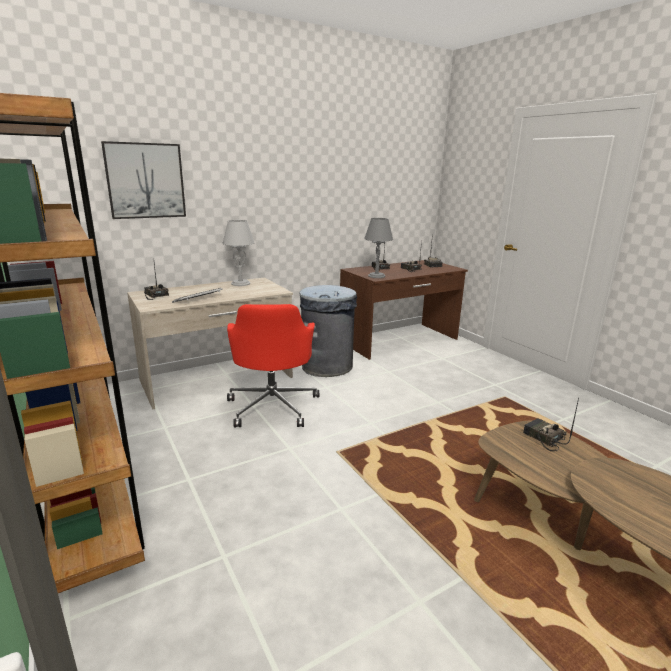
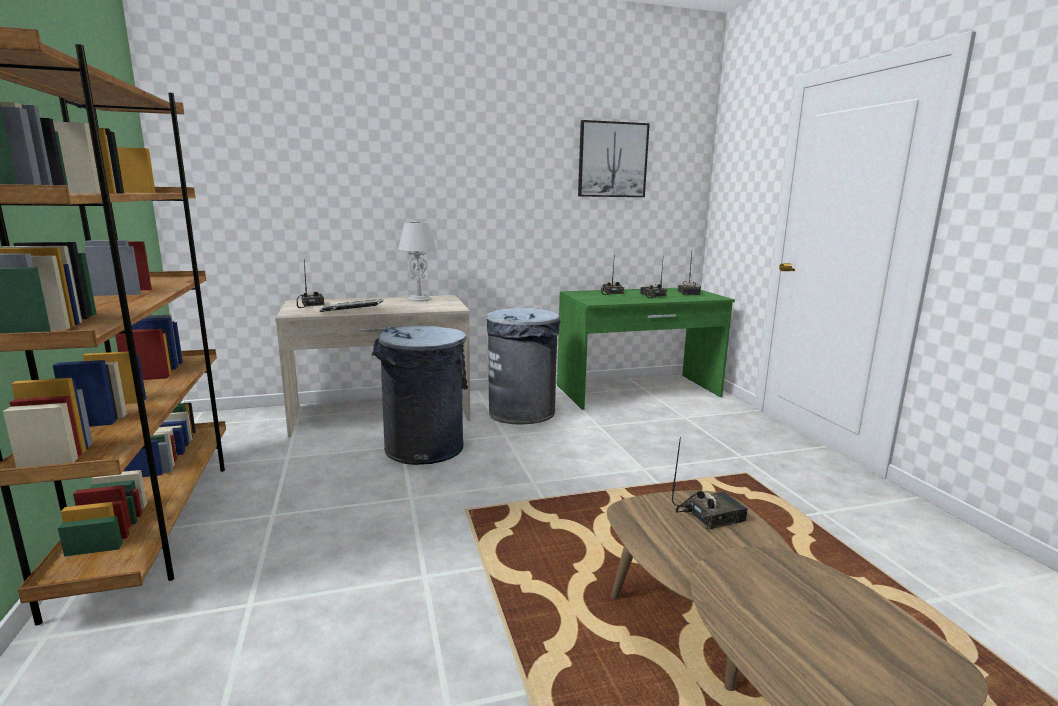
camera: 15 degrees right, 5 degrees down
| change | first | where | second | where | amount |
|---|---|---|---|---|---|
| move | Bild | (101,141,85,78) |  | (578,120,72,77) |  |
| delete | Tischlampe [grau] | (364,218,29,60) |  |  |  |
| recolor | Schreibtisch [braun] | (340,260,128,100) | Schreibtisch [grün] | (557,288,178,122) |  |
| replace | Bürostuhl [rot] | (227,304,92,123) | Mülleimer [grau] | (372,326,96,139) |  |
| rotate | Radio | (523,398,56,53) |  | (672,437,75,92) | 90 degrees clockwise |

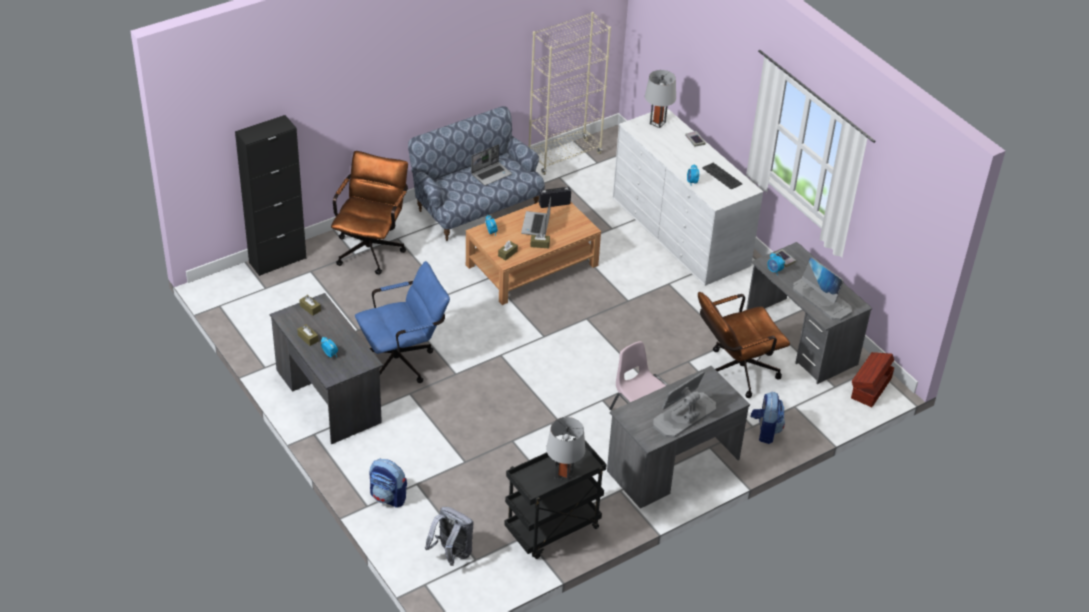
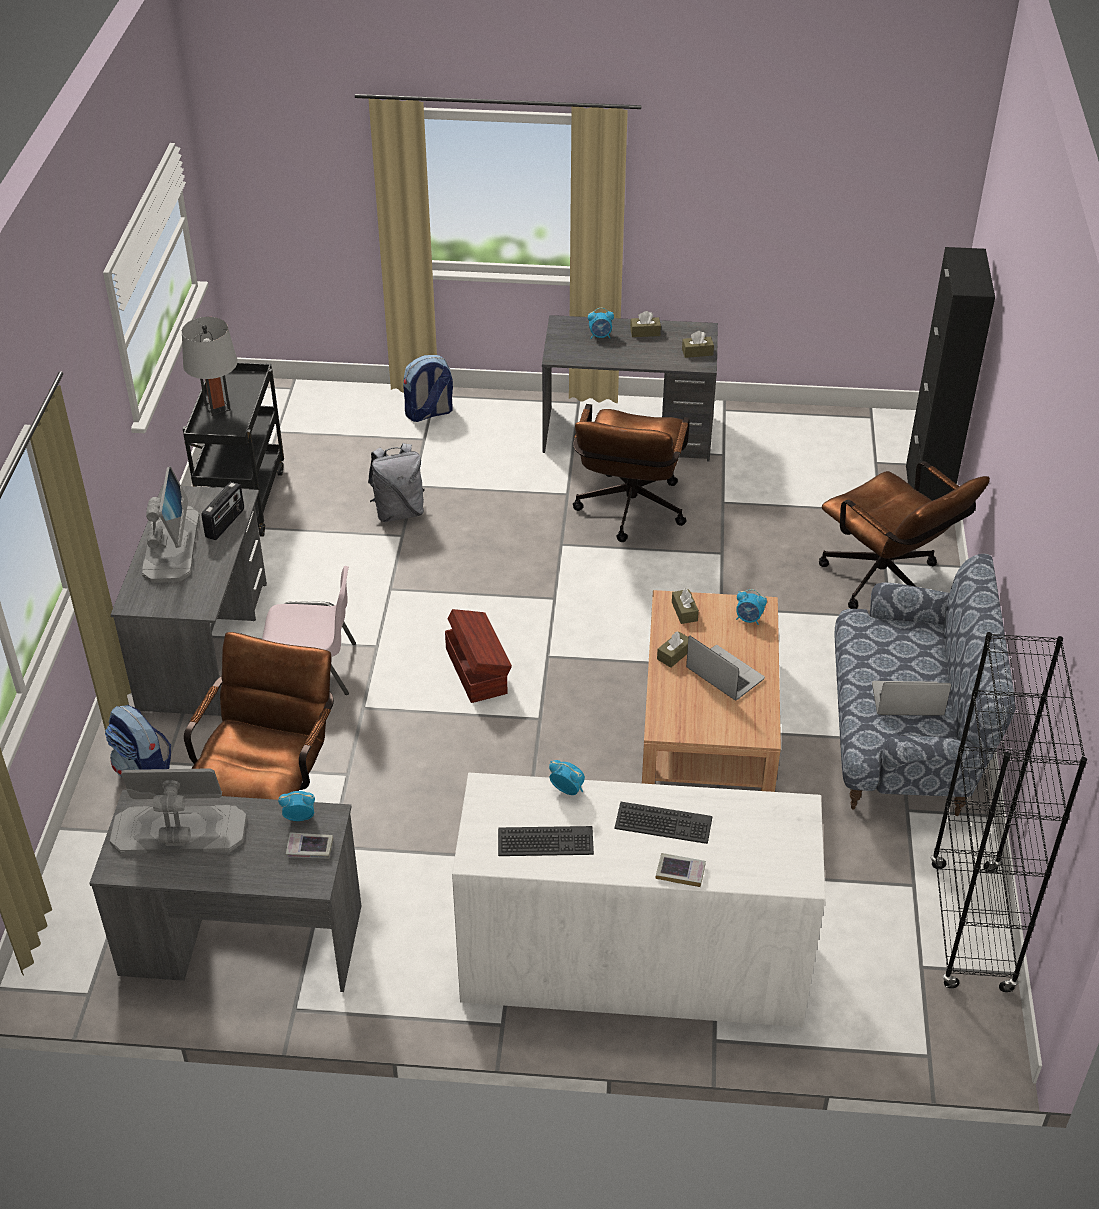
camera: 130 degrees right, 0 degrees up
| change | first | where | second | where | amount |
|---|---|---|---|---|---|
| recolor | Bücherregal [beige] | (529,12,82,163) | Bücherregal [schwarz] | (931,632,156,360) |  |
| delete | Tischlampe [grau] | (645,70,31,58) |  |  |  |
| rotate | Laptop | (471,144,41,42) |  | (872,681,79,35) | 90 degrees clockwise |
| move | Radio | (539,187,32,21) |  | (201,482,43,58) |  |
| recolor | Bürostuhl [blau] | (355,261,95,122) | Bürostuhl [braun] | (573,404,117,138) |  |
| move | Aufbewahrungsbox [braun] | (851,352,44,55) |  | (445,609,67,94) |  |
| move | Rucksack [grau] | (425,507,49,59) |  | (368,443,57,79) |  |
| insert |  |  | Tastatur | (614,802,98,42) |  |

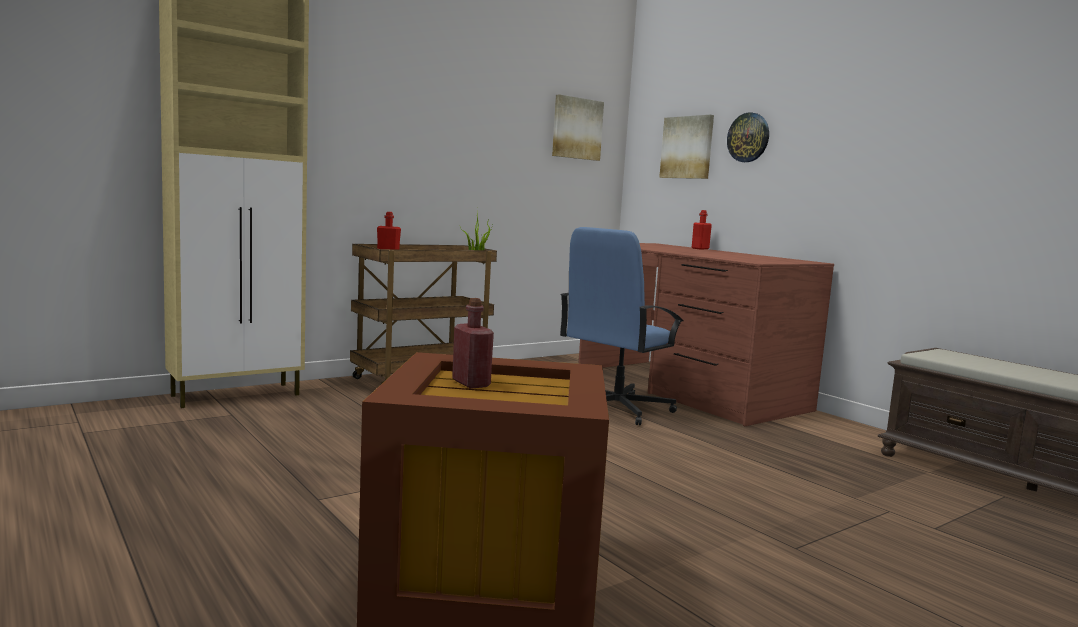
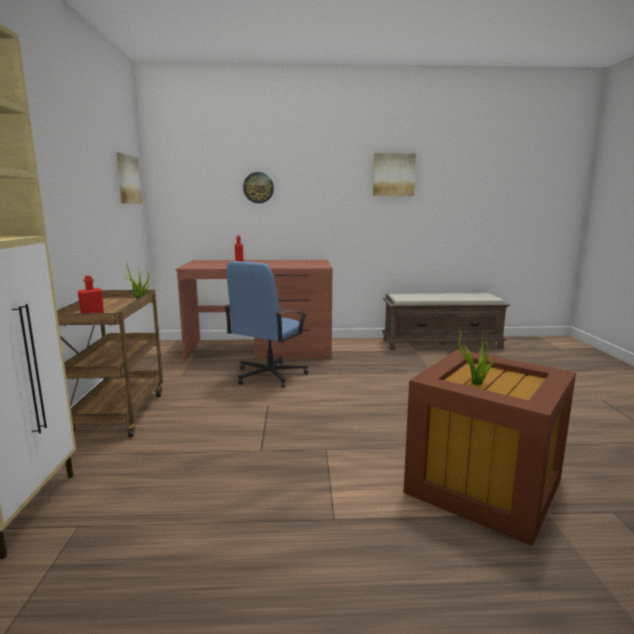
camera: 55 degrees left, 5 degrees up
| change | first | where | second | where | amount |
|---|---|---|---|---|---|
| move | Bild | (659,115,55,64) |  | (373,153,43,43) |  |
| rotate | Bürostuhl [blau] | (560,227,123,198) |  | (224,261,85,127) | 45 degrees clockwise |
| replace | Flasche [rot] | (452,298,42,91) | Topfpflanze | (456,324,39,61) |  |

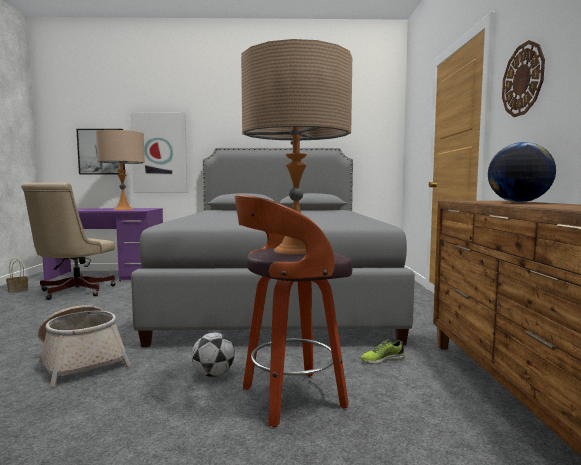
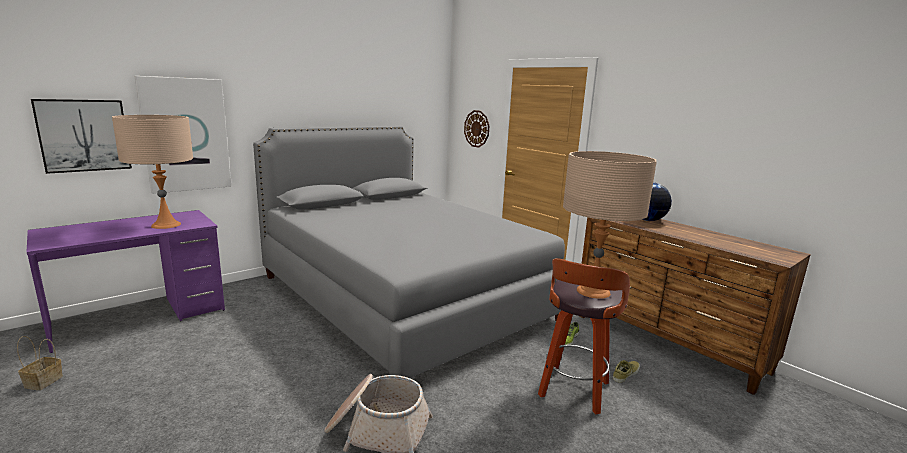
camera: 40 degrees left, 10 degrees up
| change | first | where | second | where | amount |
|---|---|---|---|---|---|
| move | Wanduhr | (502,40,43,77) |  | (464,110,25,38) |  |
| delete | Bürostuhl [beige] | (21,183,95,117) |  |  |  |
| delete | Fußball | (192,333,43,44) |  |  |  |
| insert |  |  | Schuh [beige] | (613,360,27,23) |  |

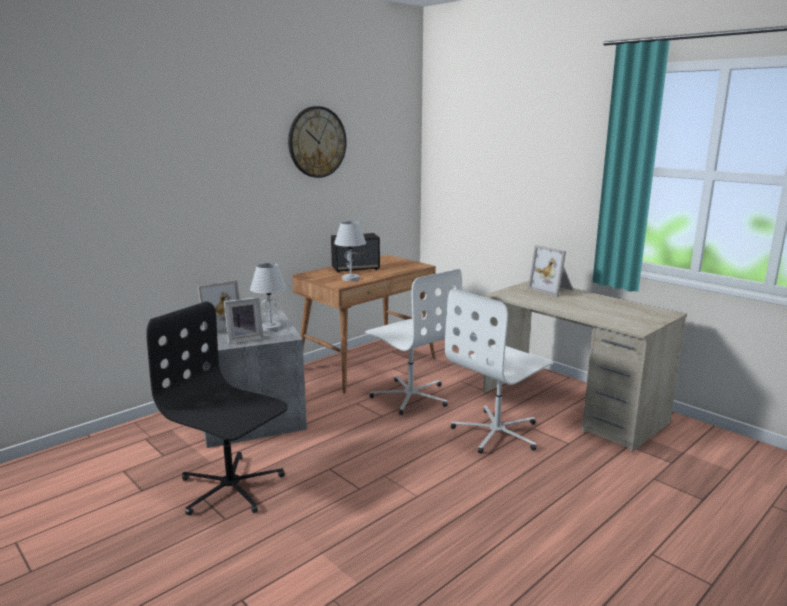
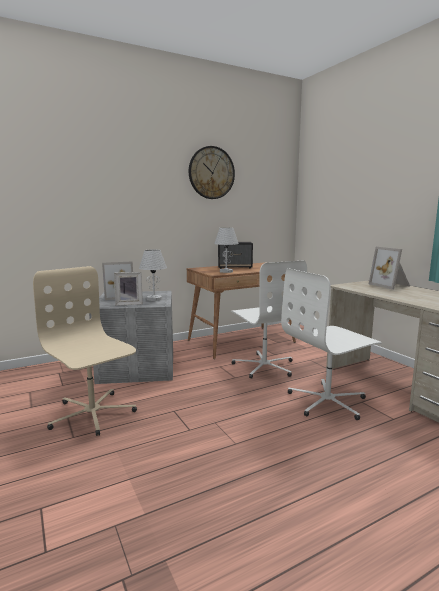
camera: 15 degrees right, 5 degrees down
| change | first | where | second | where | amount |
|---|---|---|---|---|---|
| recolor | Bürostuhl [schwarz] | (146,301,142,214) | Bürostuhl [beige] | (33,266,104,170) |  |

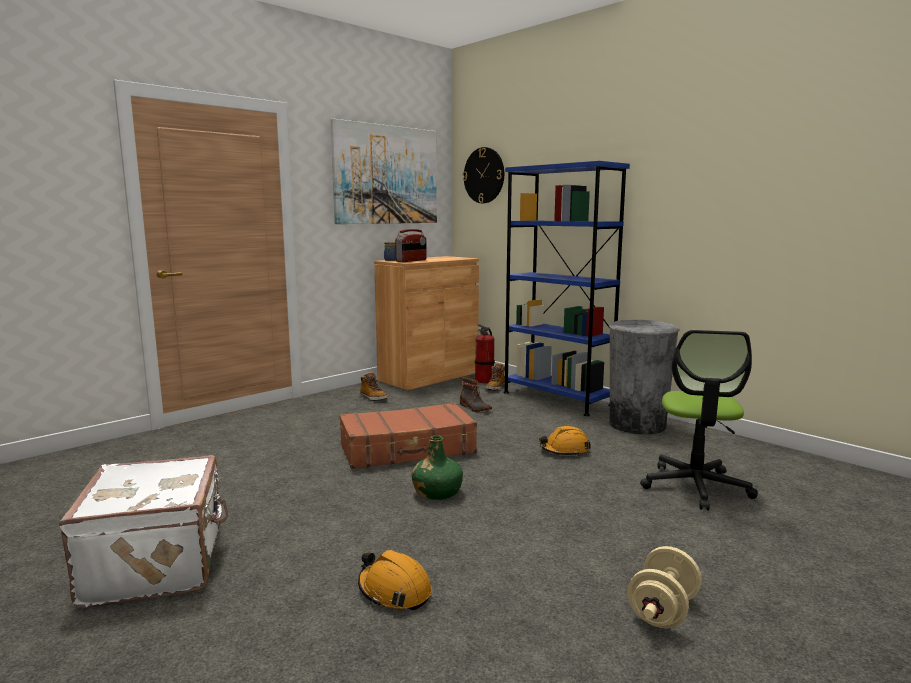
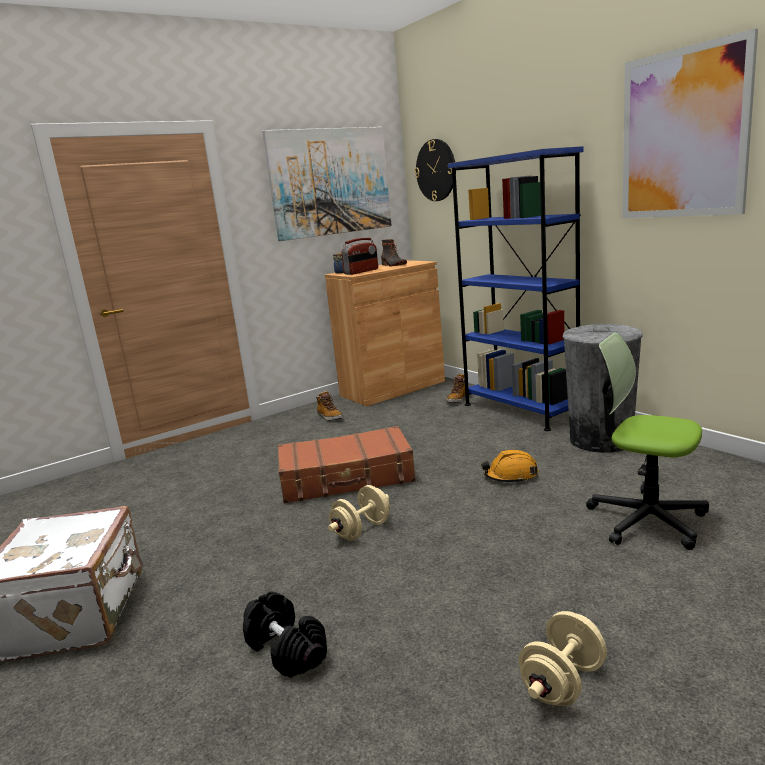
camera: 10 degrees right, 5 degrees up
| change | first | where | second | where | amount |
|---|---|---|---|---|---|
| delete | Feuerlöscher | (475,324,20,59) |  |  |  |
| rotate | Bürostuhl | (640,330,118,180) |  | (586,332,123,218) | 105 degrees clockwise |
| move | Stiefel | (460,377,32,35) |  | (381,239,26,28) |  |
| replace | Flasche [grün] | (412,435,51,65) | Hantel [beige] | (328,485,62,55) |  |
| replace | Schutzhelm [orange] | (358,550,74,60) | Hantel [schwarz] | (243,591,84,87) |  |
| insert |  |  | Bild | (622,28,136,190) |  |

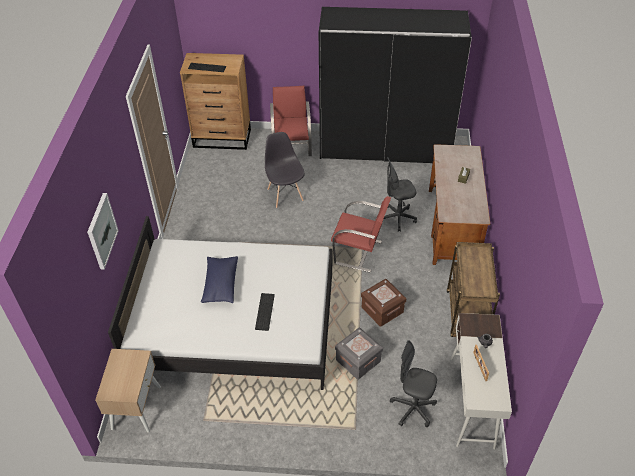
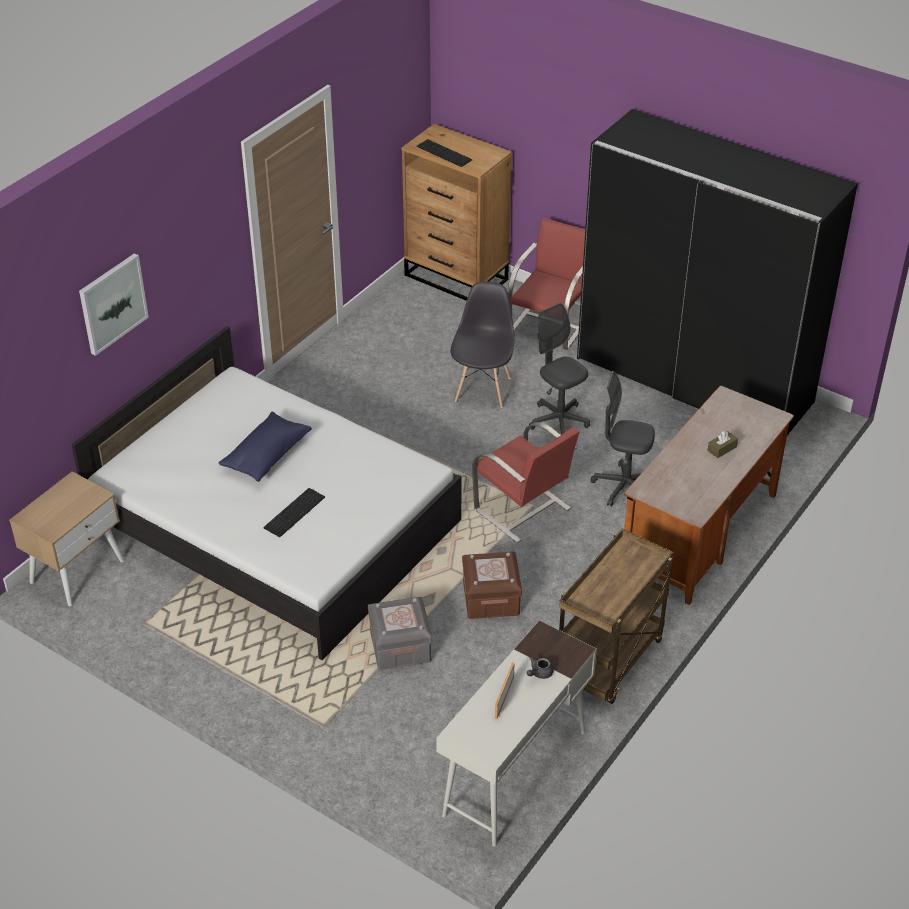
camera: 30 degrees right, 5 degrees down
| change | first | where | second | where | amount |
|---|---|---|---|---|---|
| move | Bürostuhl [grau] | (390,340,47,87) |  | (529,303,61,132) |  |

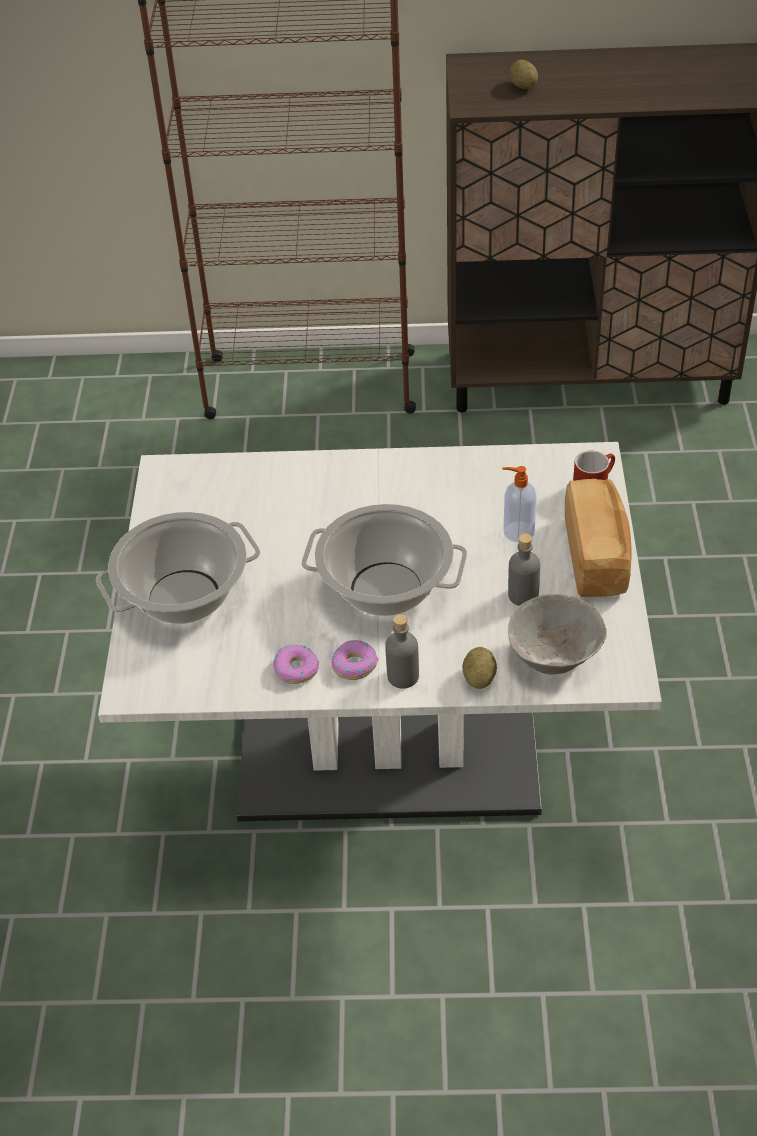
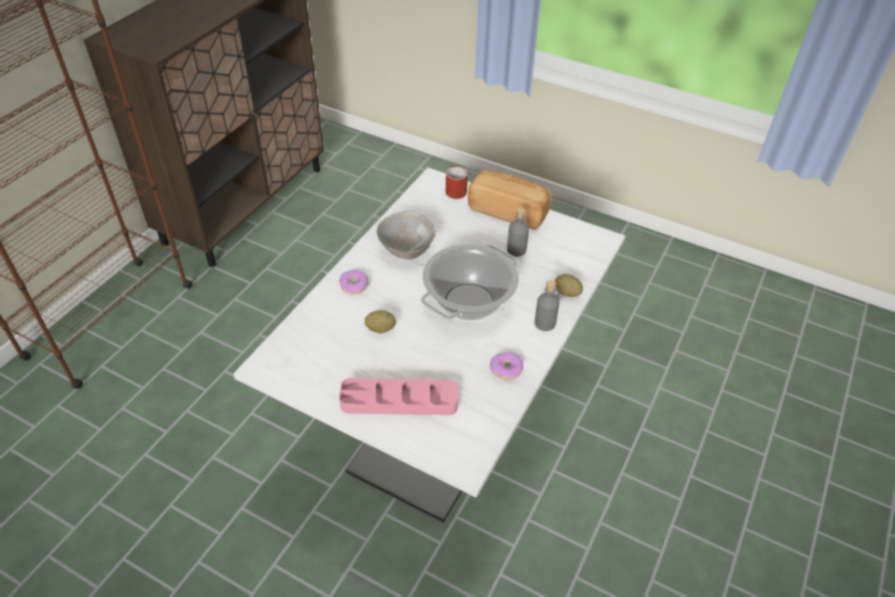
camera: 65 degrees left, 0 degrees up
| change | first | where | second | where | amount |
|---|---|---|---|---|---|
| move | Kartoffel | (510,60,28,29) |  | (365,310,31,23) |  |
| delete | Seifenspender | (502,466,35,77) |  |  |  |
| replace | Kochtopf | (96,512,164,112) | Tablett [rosa] | (339,378,119,37) |  |
| move | Schüssel [grau] | (508,594,99,81) |  | (377,212,59,48) |  |
| move | Donut | (331,640,47,40) |  | (339,270,29,25) |  |

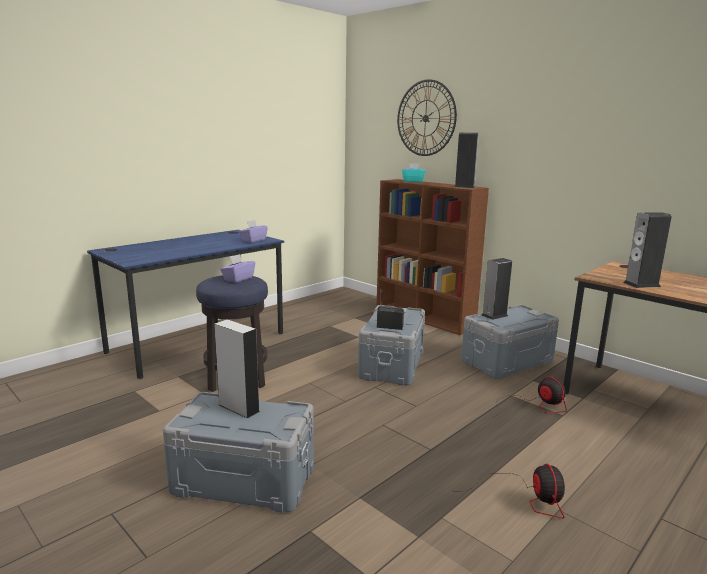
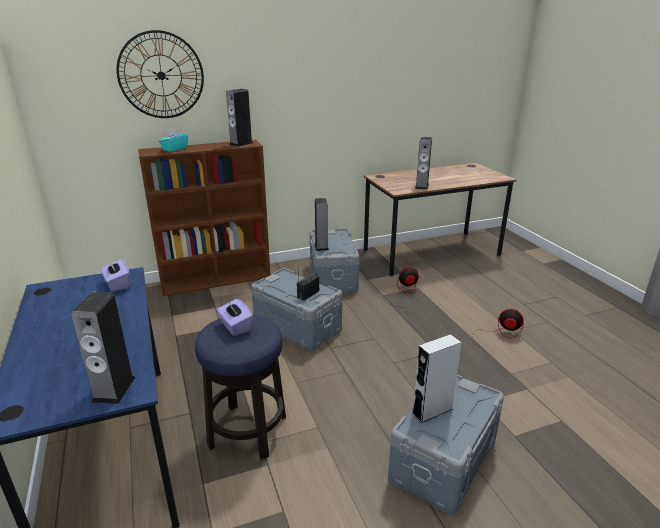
camera: 65 degrees left, 10 degrees up
| change | first | where | second | where | amount |
|---|---|---|---|---|---|
| insert |  |  | Lautsprecher | (71,292,65,112) |  |

